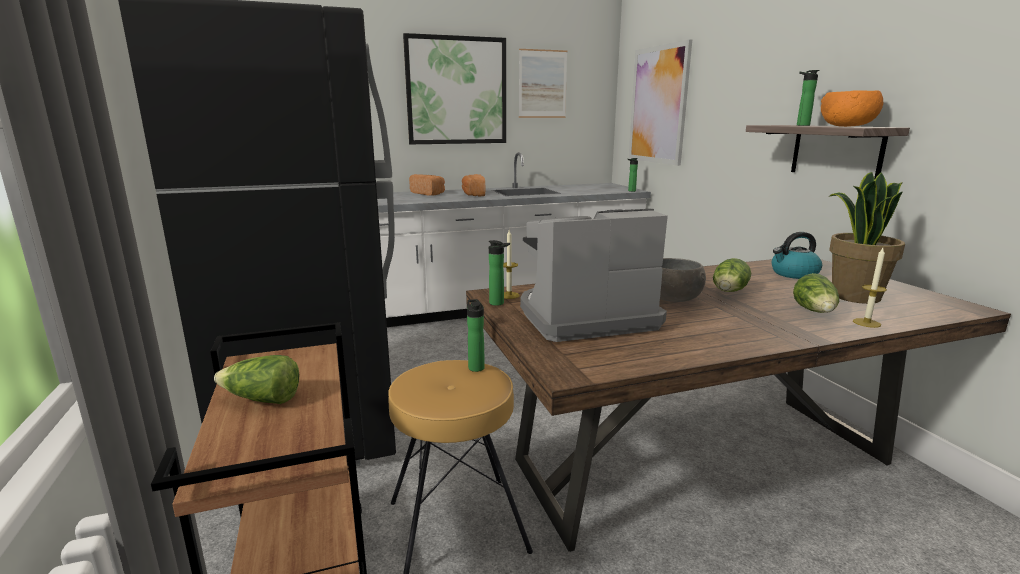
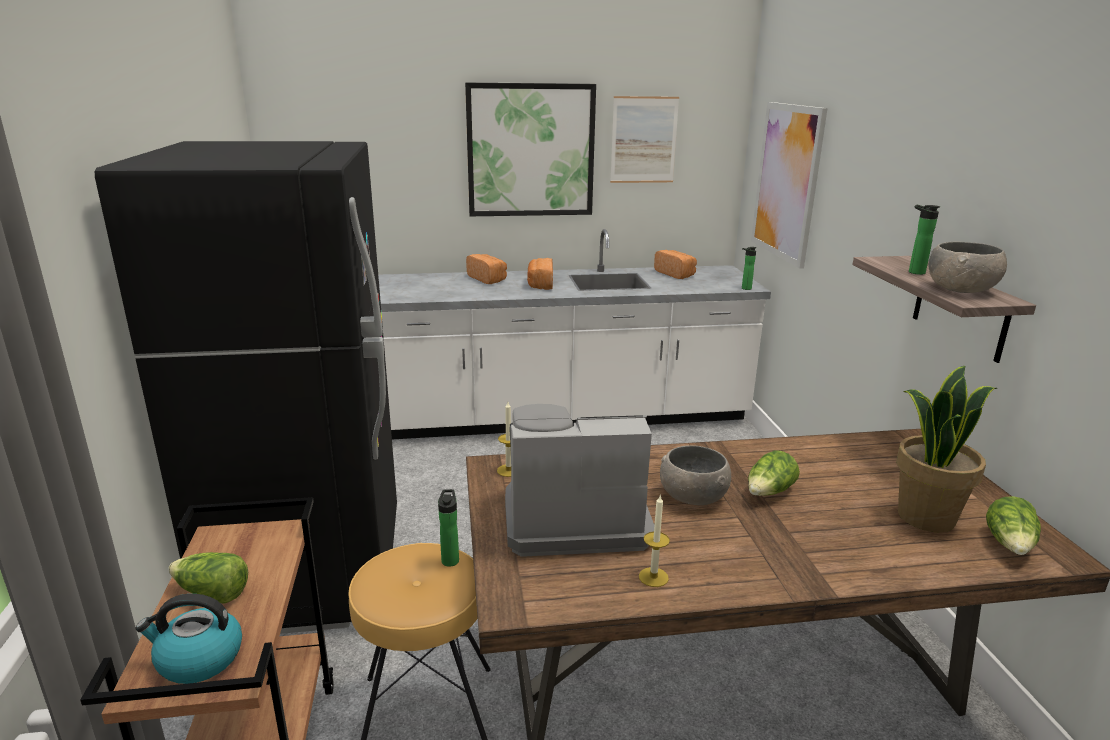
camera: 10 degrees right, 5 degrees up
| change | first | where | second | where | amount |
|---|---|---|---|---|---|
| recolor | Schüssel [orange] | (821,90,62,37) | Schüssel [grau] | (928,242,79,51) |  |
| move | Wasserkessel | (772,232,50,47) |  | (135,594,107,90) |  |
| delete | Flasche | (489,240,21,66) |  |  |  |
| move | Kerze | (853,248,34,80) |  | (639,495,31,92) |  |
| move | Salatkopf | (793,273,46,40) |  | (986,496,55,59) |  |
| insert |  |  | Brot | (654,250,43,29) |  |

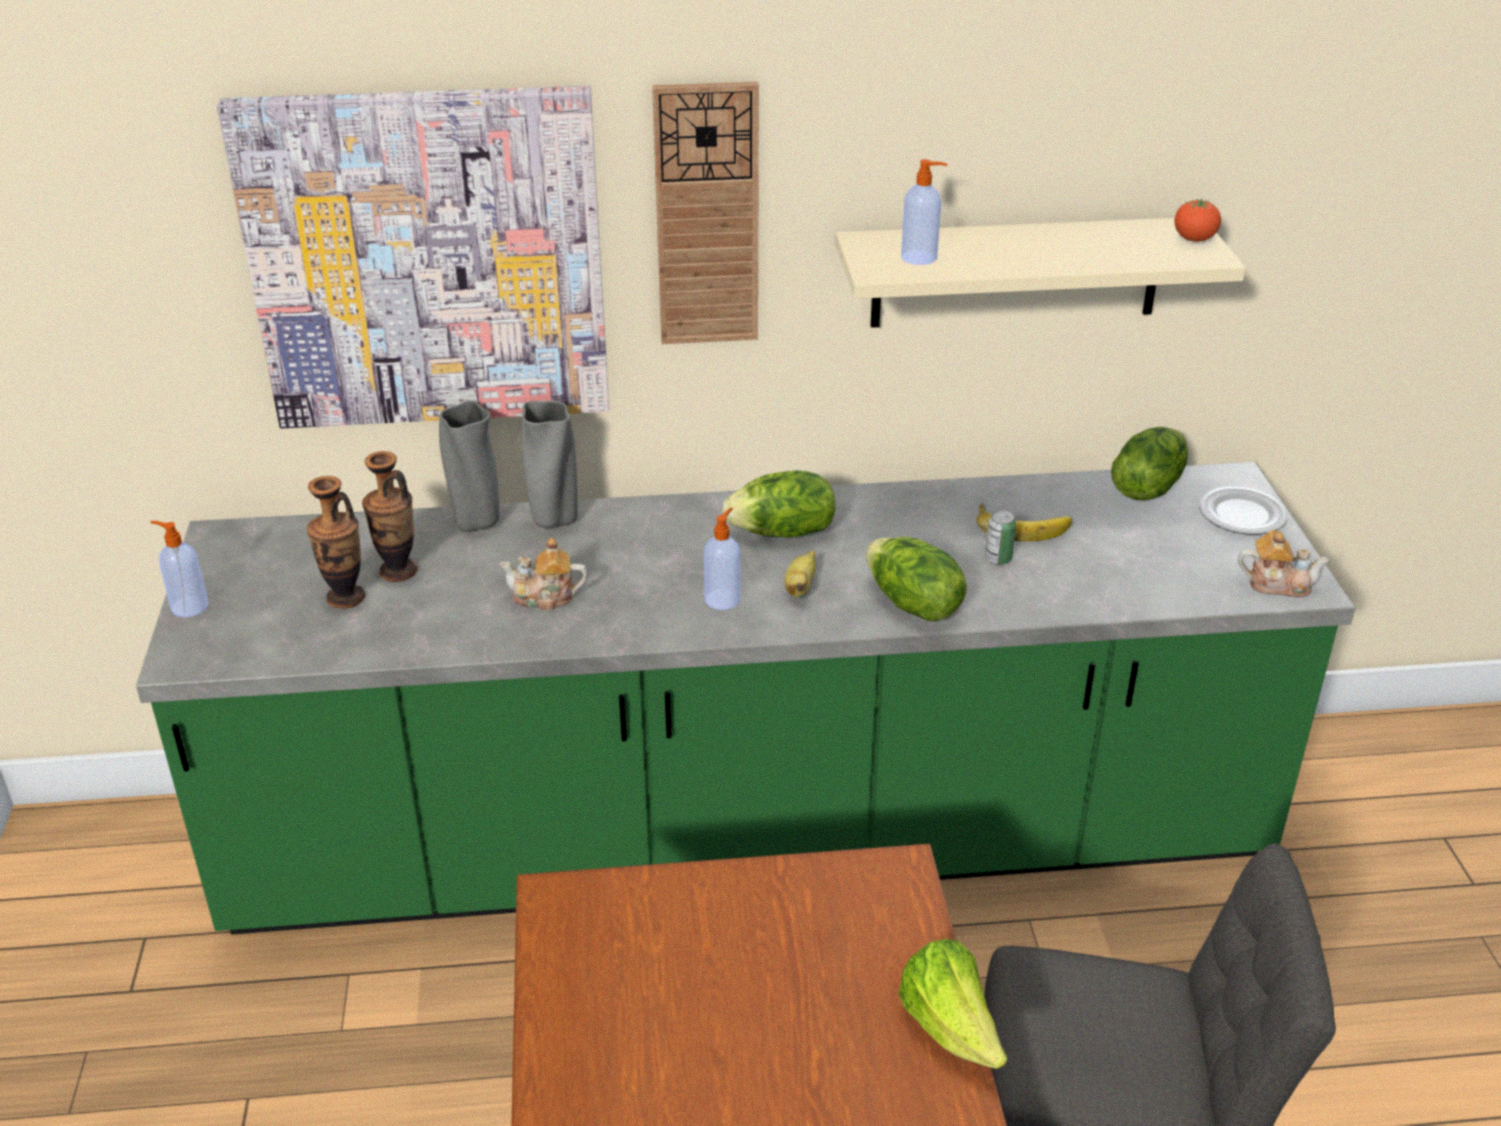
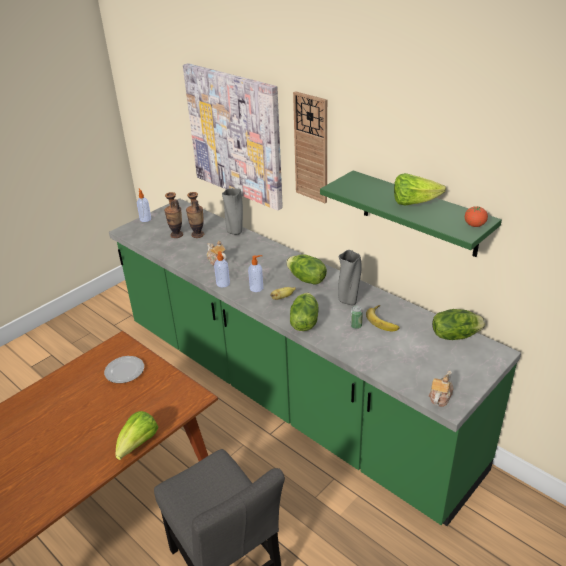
camera: 50 degrees right, 0 degrees up
| change | first | where | second | where | amount |
|---|---|---|---|---|---|
| move | Seifenspender | (901,159,46,106) |  | (214,251,16,36) |  |
| recolor | Wandregal [beige] | (835,218,411,110) | Wandregal [grün] | (320,170,182,87) |  |
| move | Vase [grau] | (522,401,55,127) |  | (338,250,24,55) |  |
| move | Teller | (1199,486,89,49) |  | (104,356,40,27) |  |
| rotate | Teekanne | (1238,530,92,67) |  | (429,371,24,36) | 120 degrees counterclockwise |
| insert |  |  | Salatkopf | (394,173,52,32) |  |

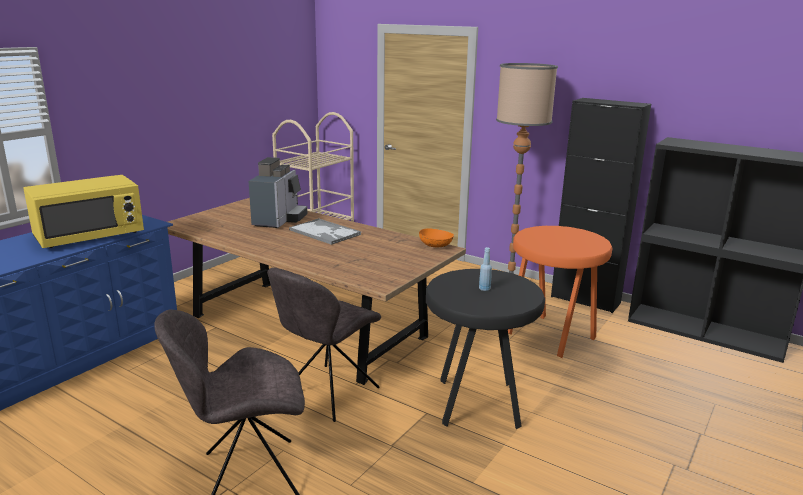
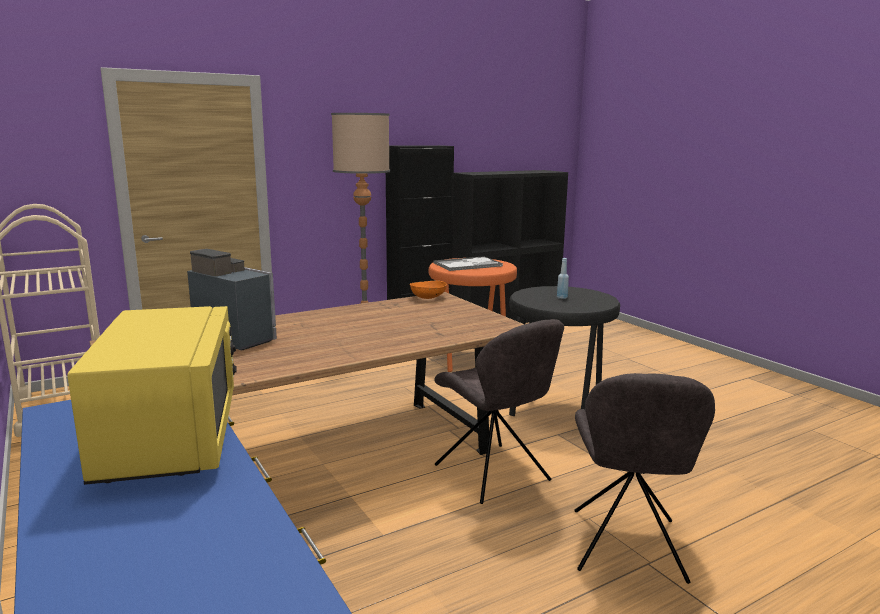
camera: 65 degrees left, 5 degrees down
| change | first | where | second | where | amount |
|---|---|---|---|---|---|
| move | Tablett | (289,218,72,27) |  | (433,256,70,15) |  |

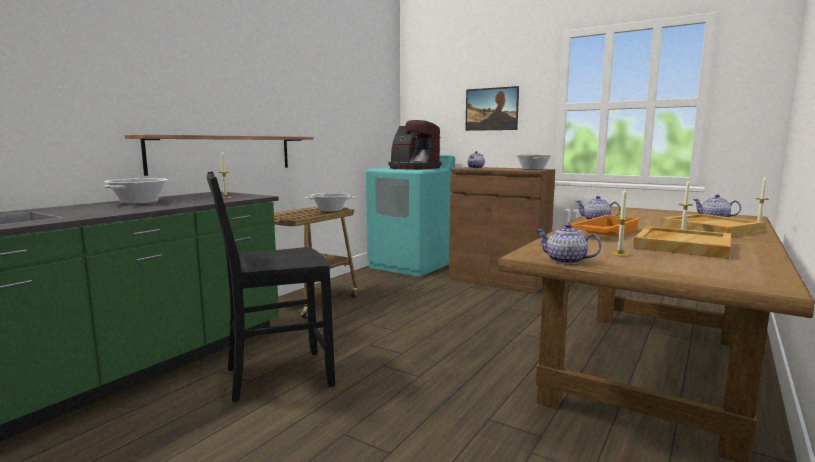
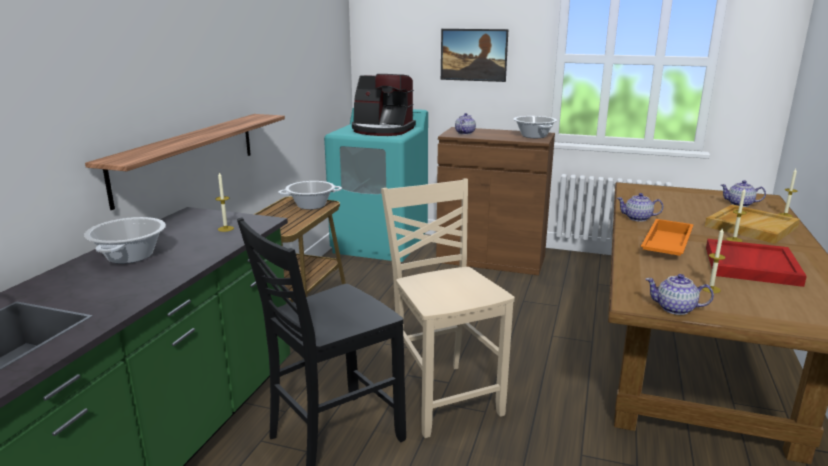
camera: 15 degrees left, 10 degrees up
| change | first | where | second | where | amount |
|---|---|---|---|---|---|
| recolor | Tablett [beige] | (633,226,98,33) | Tablett [rot] | (706,239,101,48) |  |
| insert |  |  | Stuhl [beige] | (381,179,134,259) |  |

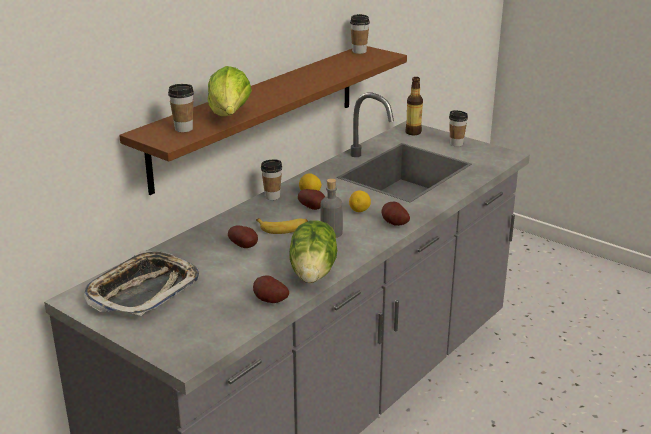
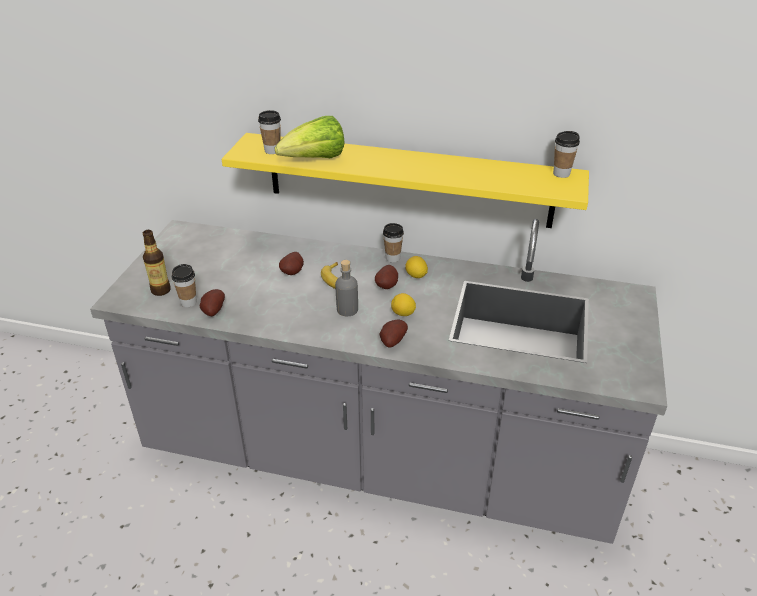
camera: 65 degrees right, 10 degrees up
| change | first | where | second | where | amount |
|---|---|---|---|---|---|
| recolor | Wandregal [braun] | (119,46,288,149) | Wandregal [gelb] | (222,133,367,95) |  |
| move | Flasche | (405,77,18,58) |  | (143,230,28,66) |  |
| move | Tasse | (449,110,19,36) |  | (172,264,25,43) |  |
| delete | Salatkopf | (289,220,48,63) |  |  |  |
| delete | Tablett | (84,251,116,65) |  |  |  |

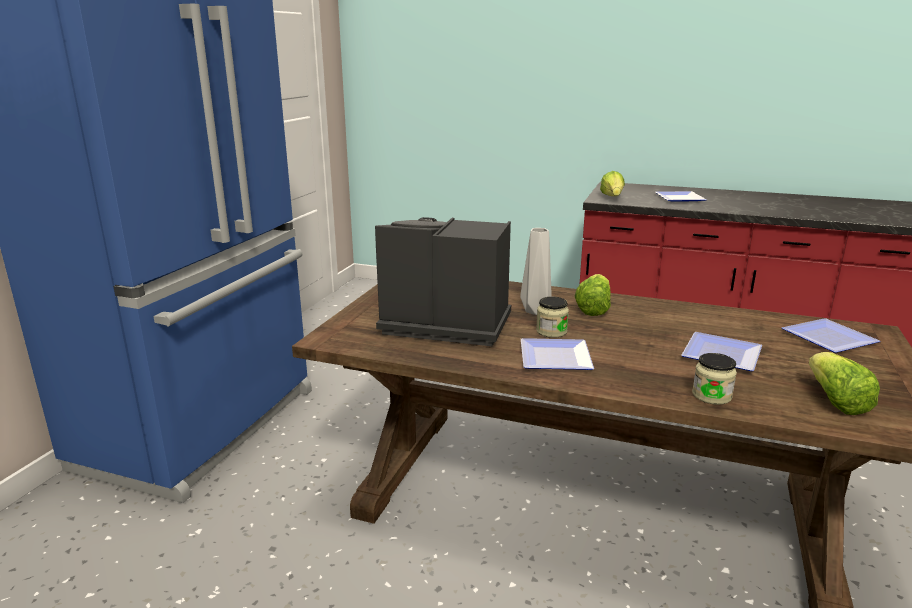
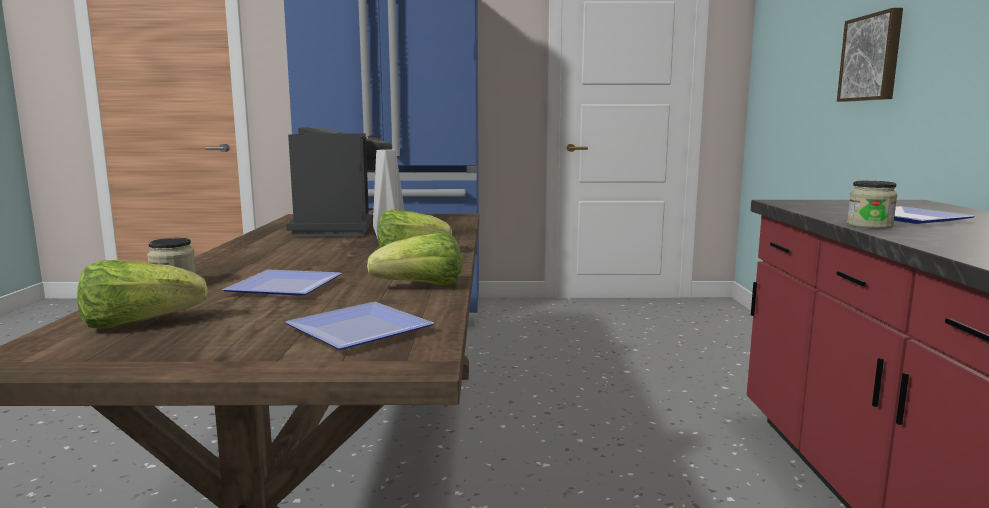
camera: 70 degrees right, 10 degrees down
| change | first | where | second | where | amount |
|---|---|---|---|---|---|
| move | Salatkopf | (600,171,25,25) |  | (367,232,95,54) |  |
| move | Vorratsglas | (536,296,33,42) |  | (847,181,51,48) |  |
| delete | Teller | (521,338,73,32) |  |  |  |
| insert |  |  | Bild | (837,8,66,94) |  |

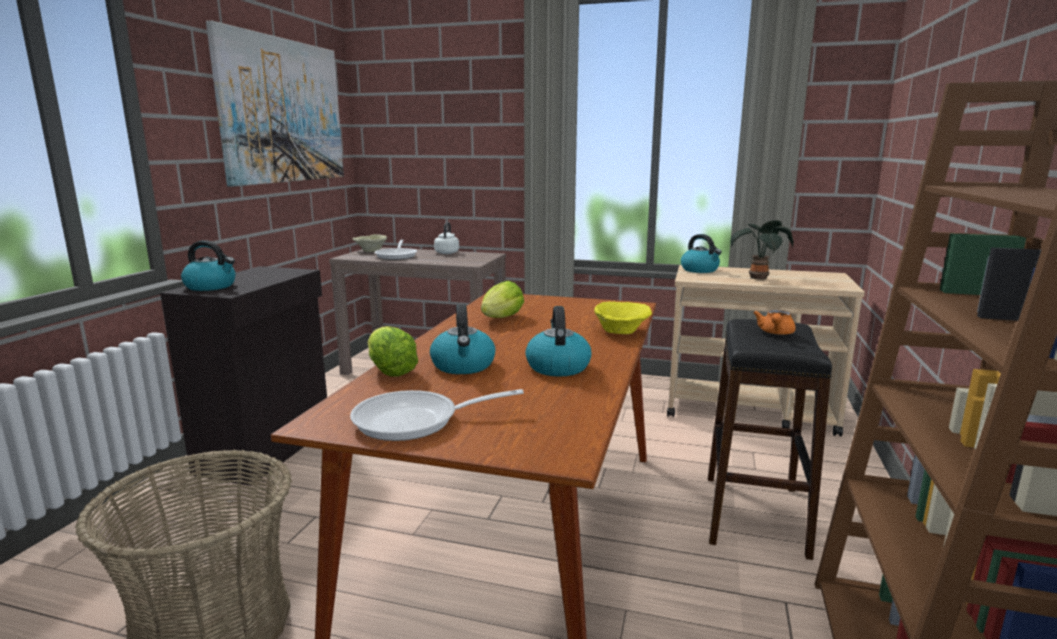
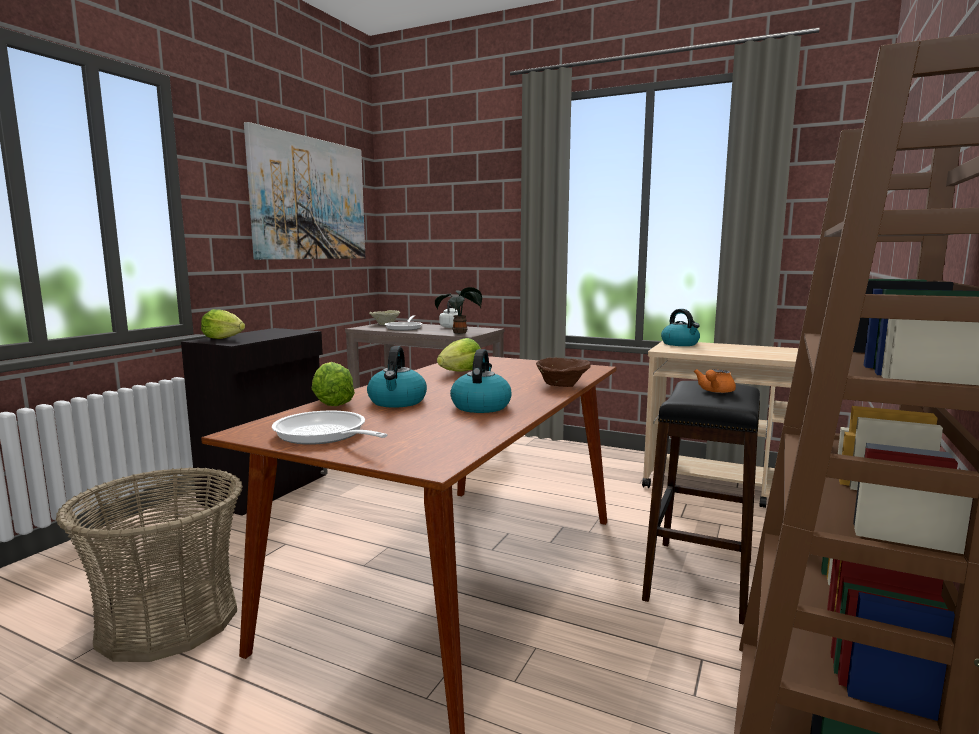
camera: 10 degrees right, 5 degrees down
| change | first | where | second | where | amount |
|---|---|---|---|---|---|
| move | Topfpflanze | (730,220,63,59) |  | (435,287,47,47) |  |
| replace | Wasserkessel | (181,240,55,51) | Salatkopf | (201,309,44,30) |  |
| recolor | Schüssel [gelb] | (594,301,58,33) | Schüssel [braun] | (536,357,55,30) |  |
| rotate | Pfanne | (350,389,174,52) |  | (272,411,116,34) | 45 degrees clockwise |

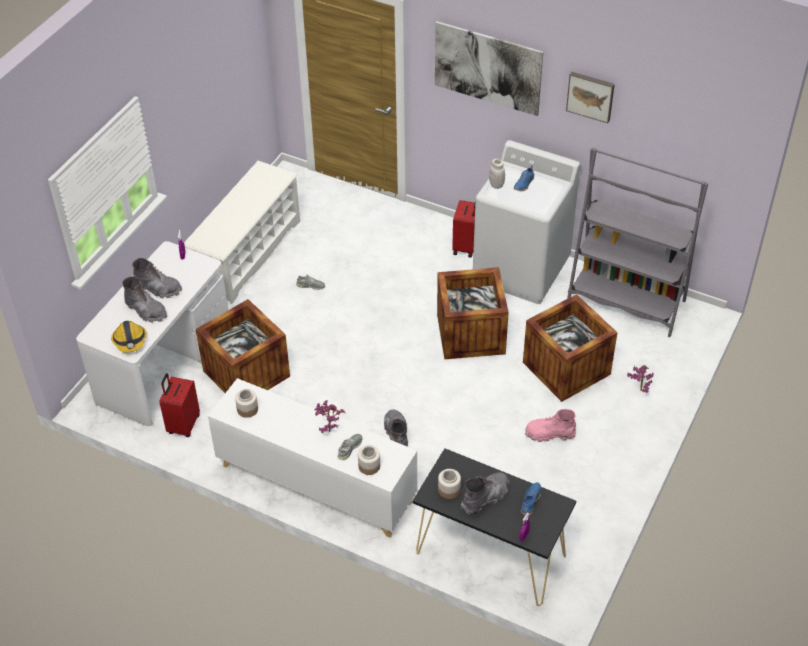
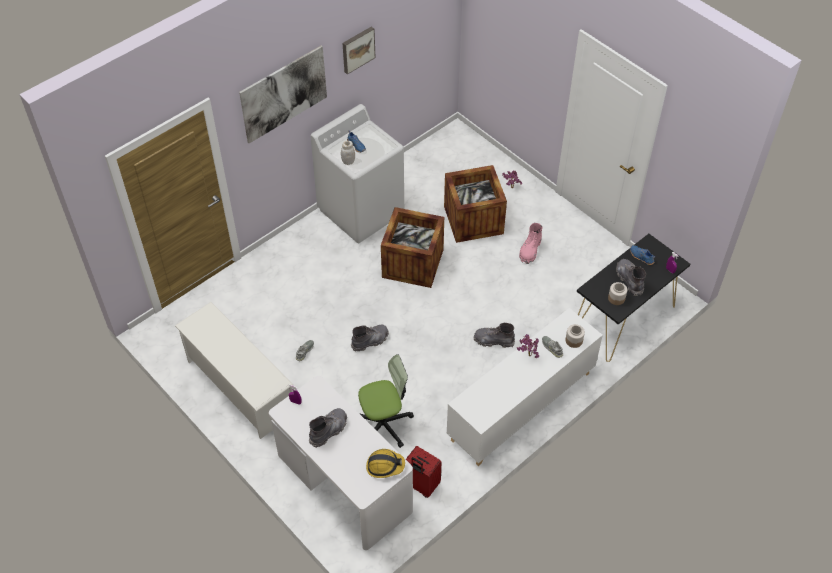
camera: 70 degrees left, 5 degrees up
| change | first | where | second | where | amount |
|---|---|---|---|---|---|
| delete | Bücherregal [grau] | (567,147,141,190) |  |  |  |
| delete | Koffer [rot] | (452,200,23,58) |  |  |  |
| move | Stiefel [grau] | (122,276,45,47) |  | (351,325,38,27) |  |
| replace | Kiste | (195,299,95,94) | Bürostuhl | (358,354,56,94) |  |
| delete | Vorratsglas | (235,389,23,29) |  |  |  |

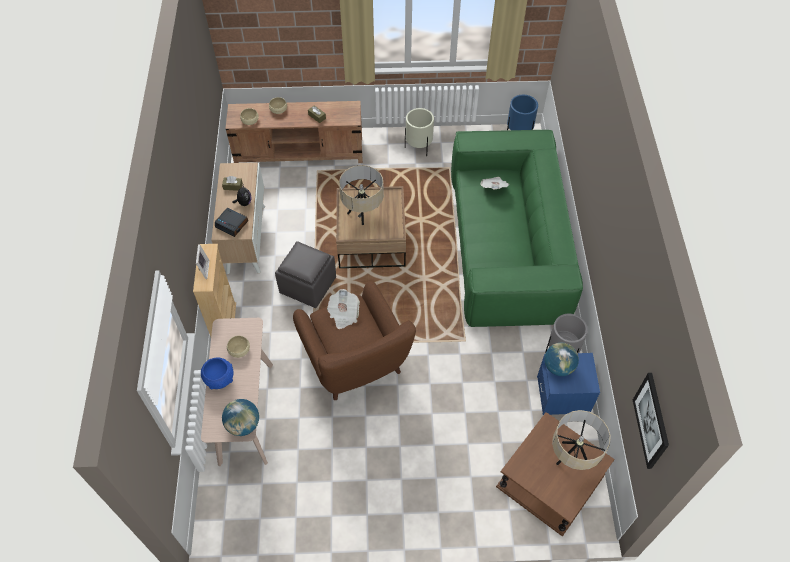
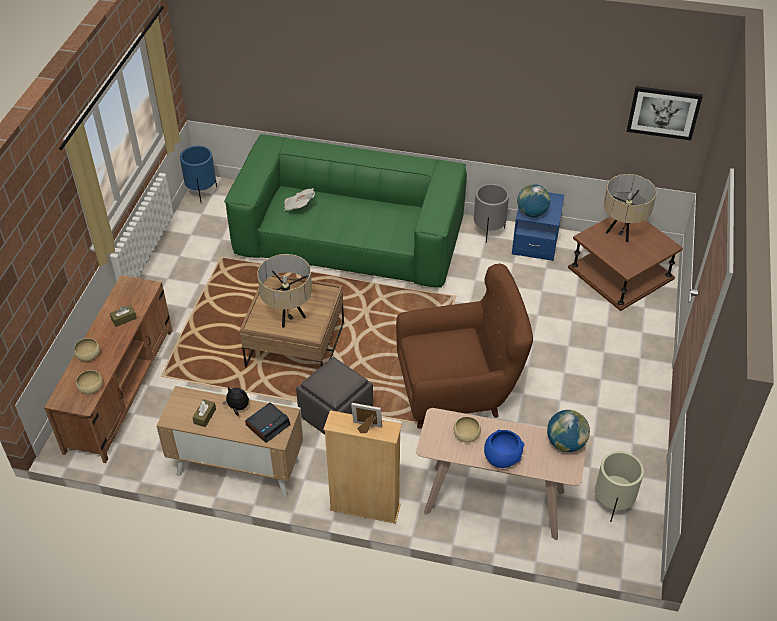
camera: 75 degrees left, 10 degrees down
| change | first | where | second | where | amount |
|---|---|---|---|---|---|
| move | Pflanzkübel [beige] | (405,108,29,48) |  | (595,451,49,71) |  |
| delete | Zeitung | (327,289,33,40) |  |  |  |

